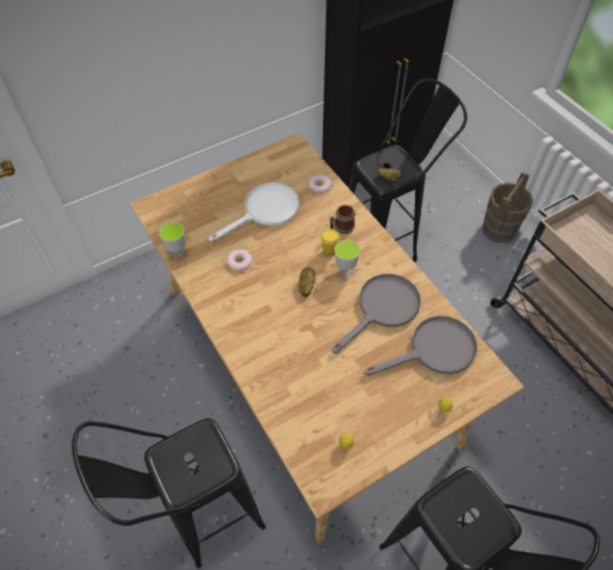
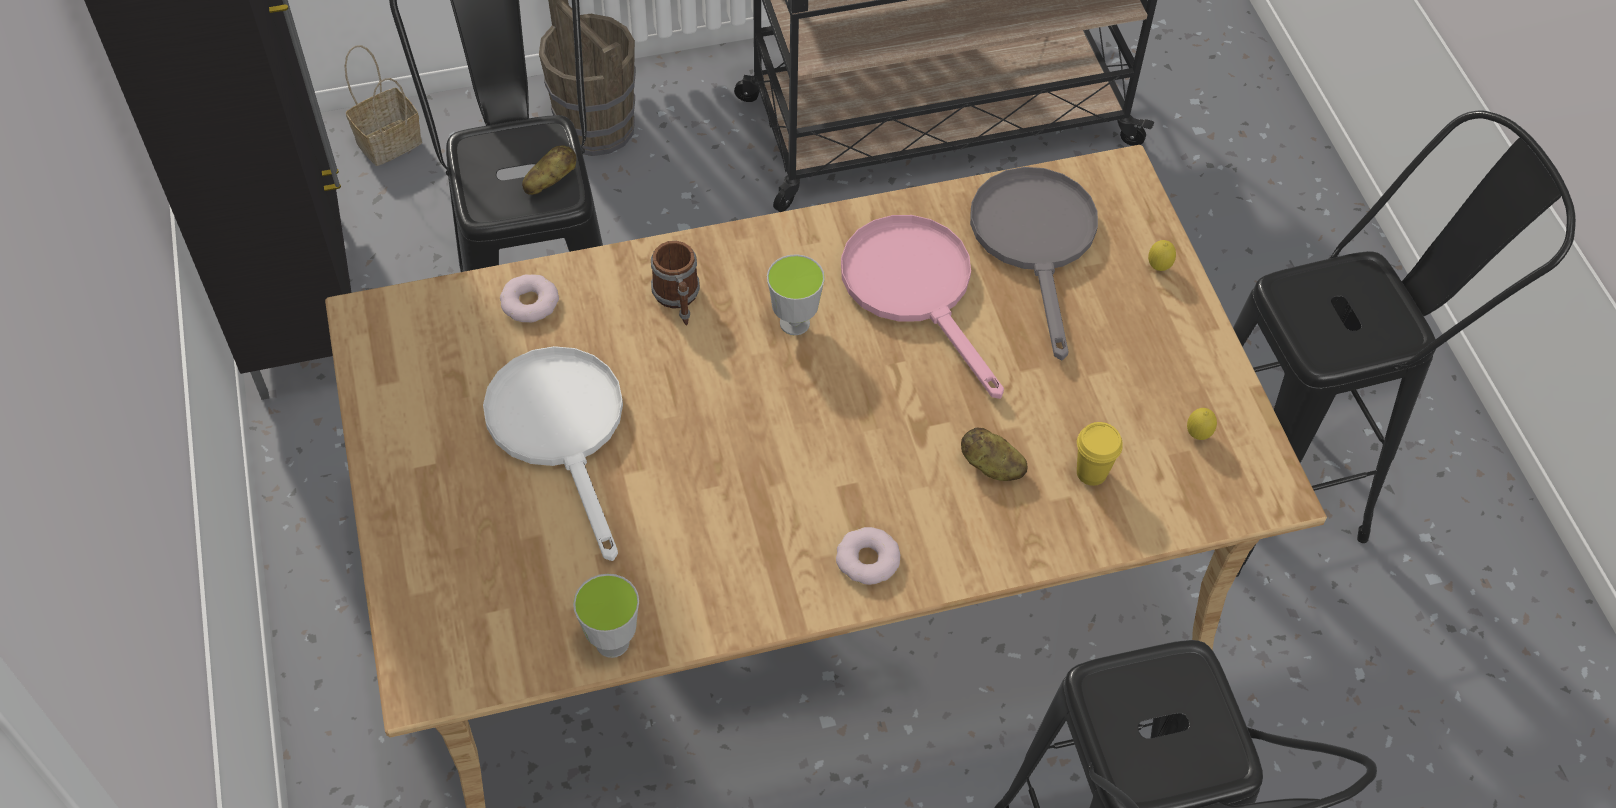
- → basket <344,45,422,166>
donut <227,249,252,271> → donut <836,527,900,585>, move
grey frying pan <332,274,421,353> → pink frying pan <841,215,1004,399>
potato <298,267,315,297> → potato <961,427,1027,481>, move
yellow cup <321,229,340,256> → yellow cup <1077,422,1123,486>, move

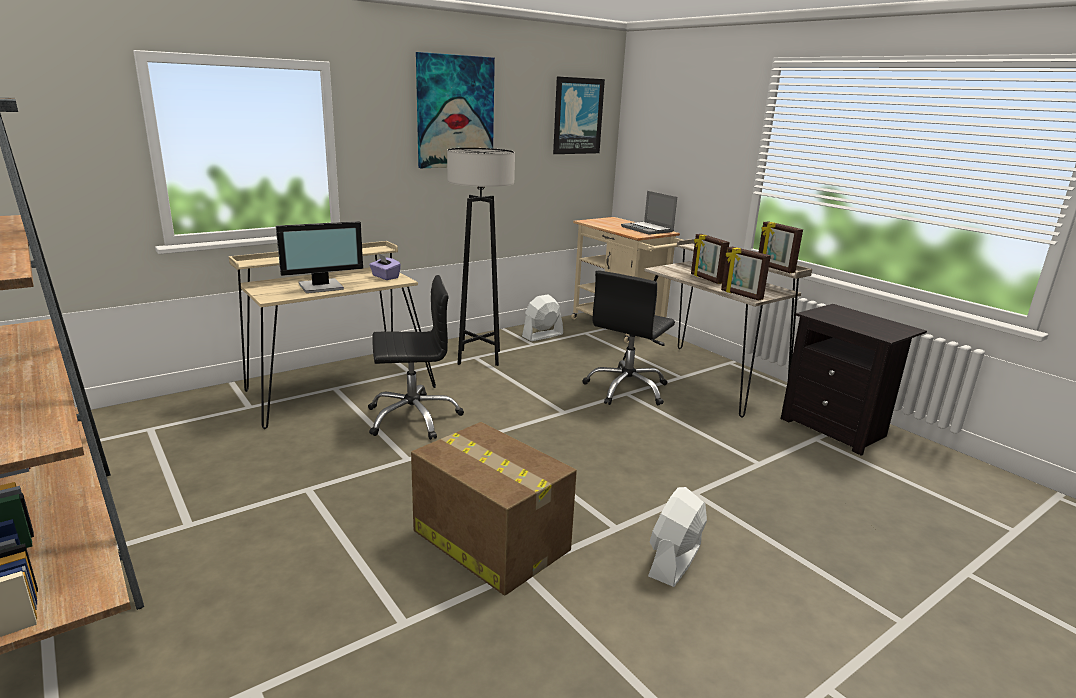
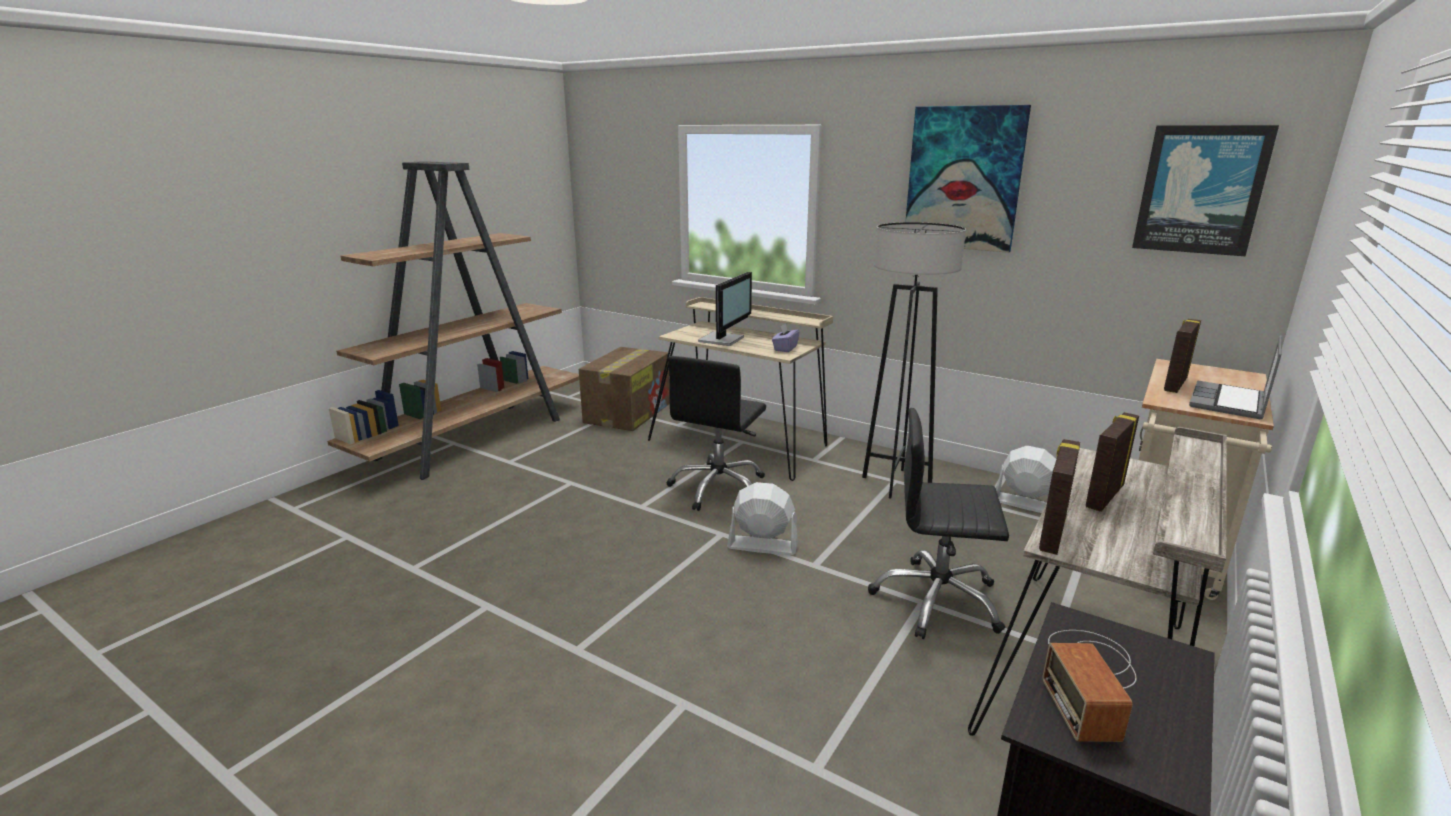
cardboard box <411,422,577,596> → cardboard box <579,347,670,431>, move
black office chair <368,275,464,440> → black office chair <667,356,766,511>, 60 degrees clockwise
monitor <276,221,363,293> → monitor <698,272,752,346>, 105 degrees counterclockwise
white fan <648,487,707,587> → white fan <727,482,798,555>, move
- → radio <1042,630,1137,742>
picture frame <759,221,803,273> → picture frame <1164,319,1201,393>, move

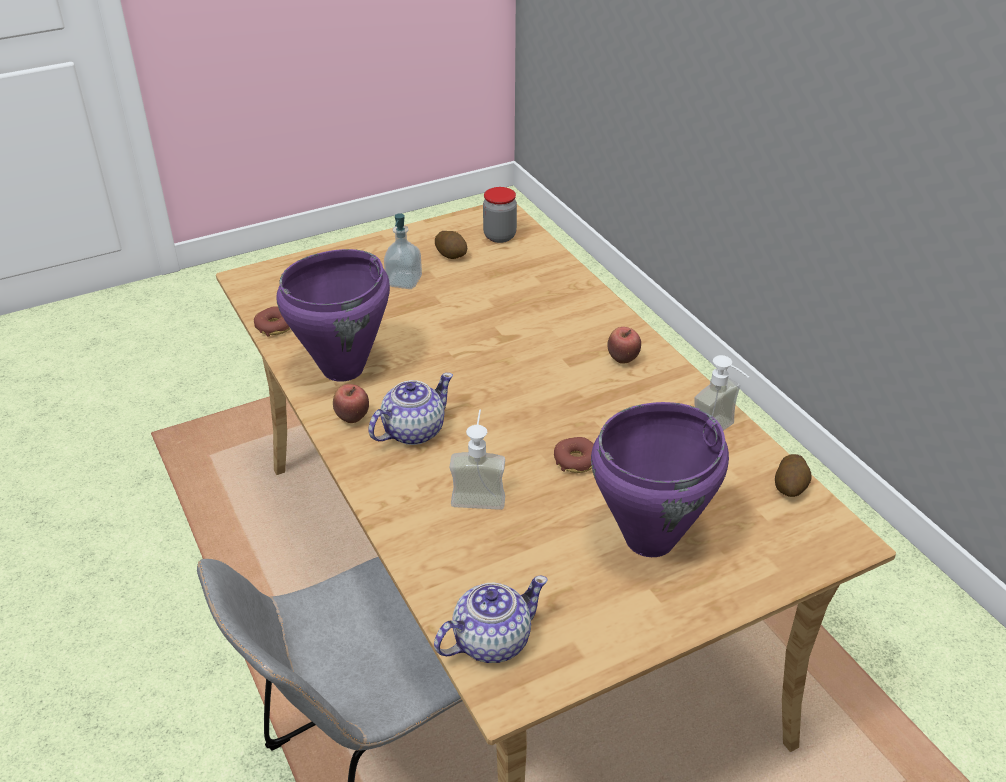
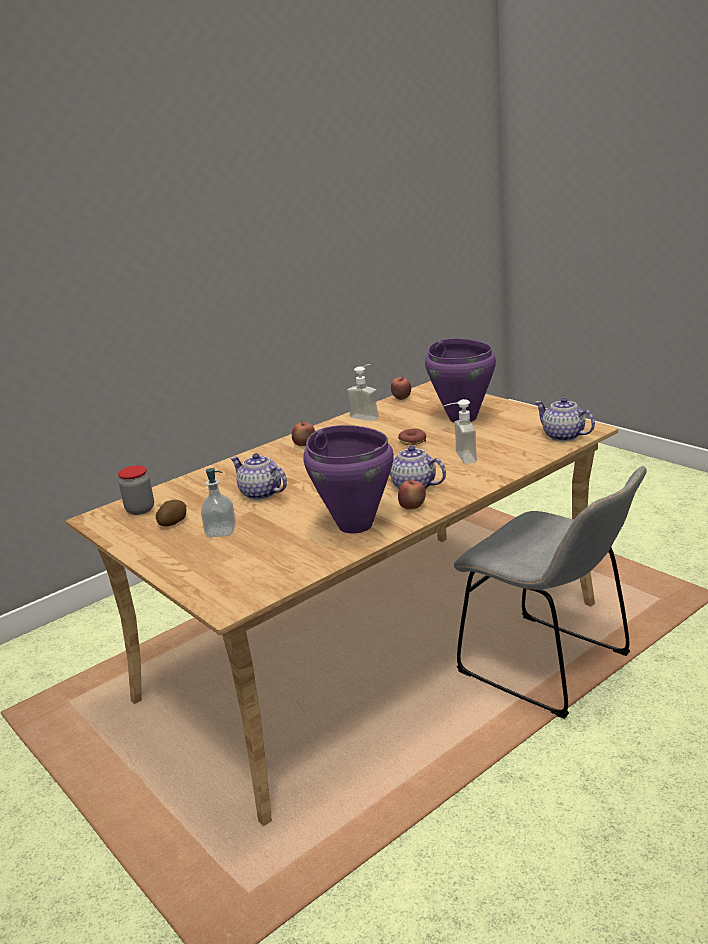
- → teapot <230,453,287,500>
potato <775,454,812,497> → apple <391,377,411,400>
donut <254,306,290,336> → -

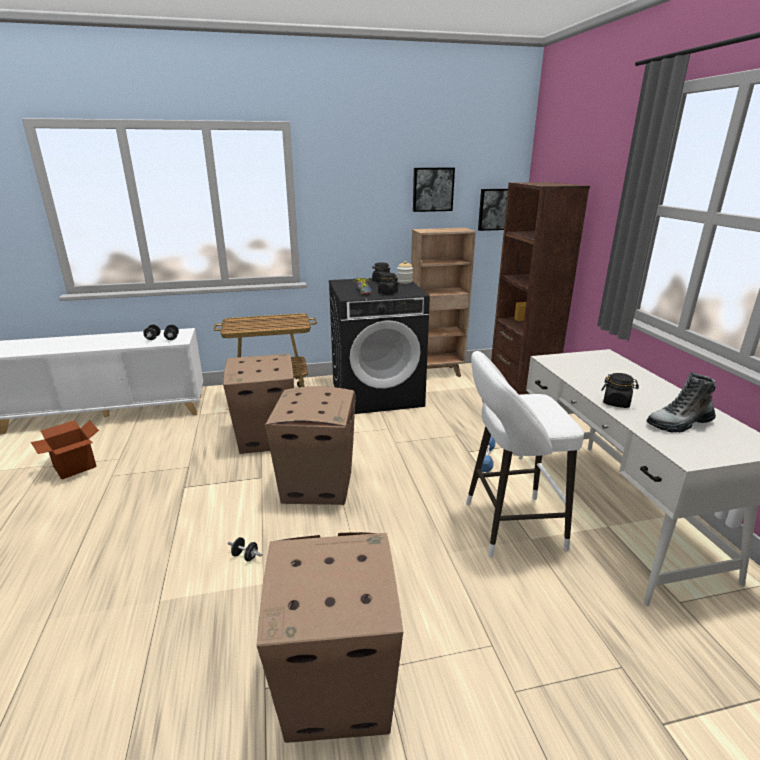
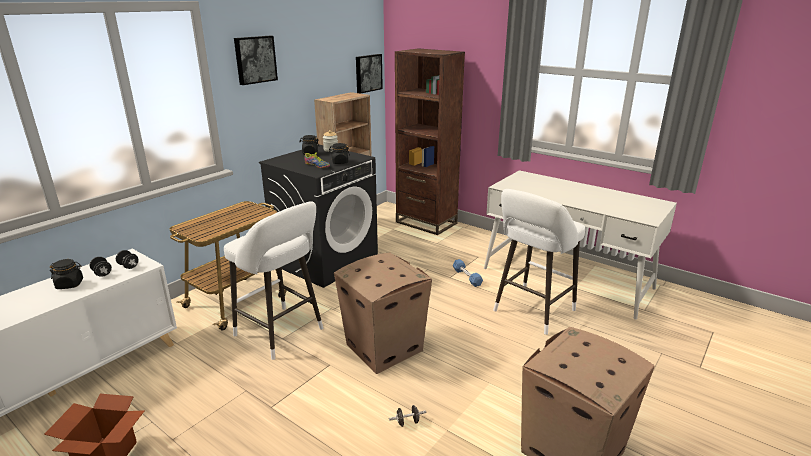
black jar <601,373,639,408> → black jar <50,259,83,289>, move
cardboard box <223,354,294,454> → white stool <224,201,323,360>
picture <413,168,455,212> → picture <234,36,278,85>, move
boot <646,372,716,432> → -

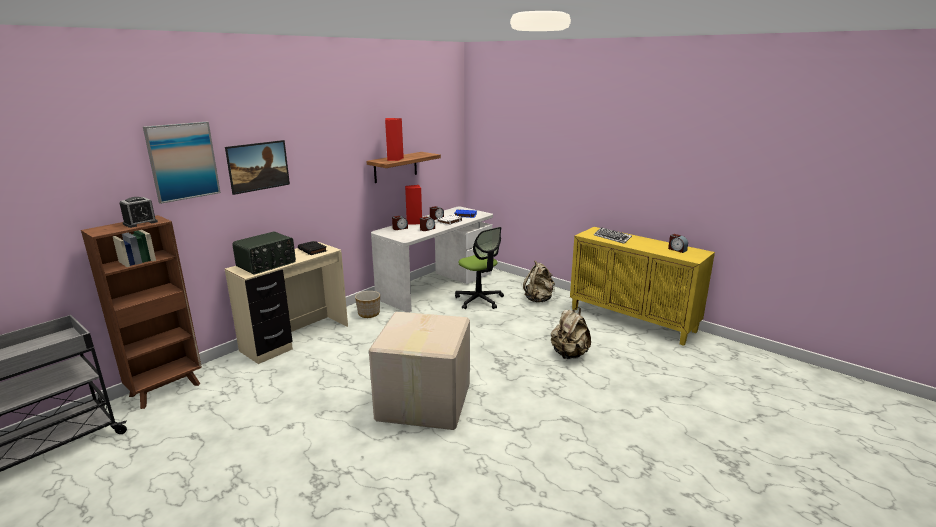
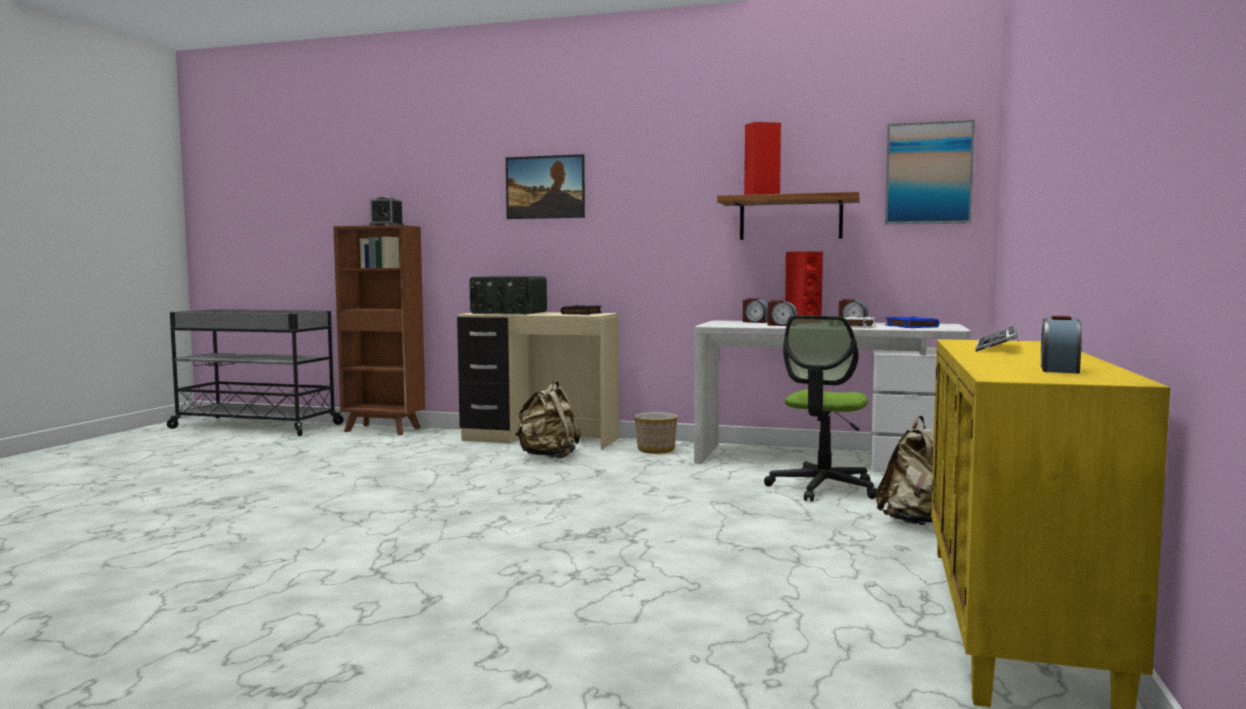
beige backpack <551,307,591,359> → beige backpack <515,380,581,459>, move
picture <143,122,221,204> → picture <885,120,975,224>, move
cardboard box <369,312,470,430> → -

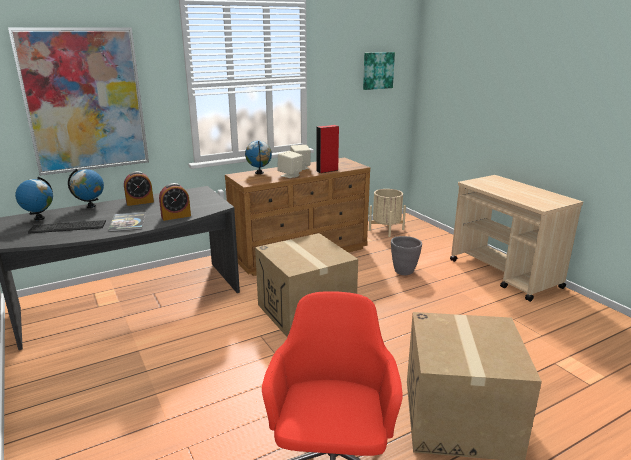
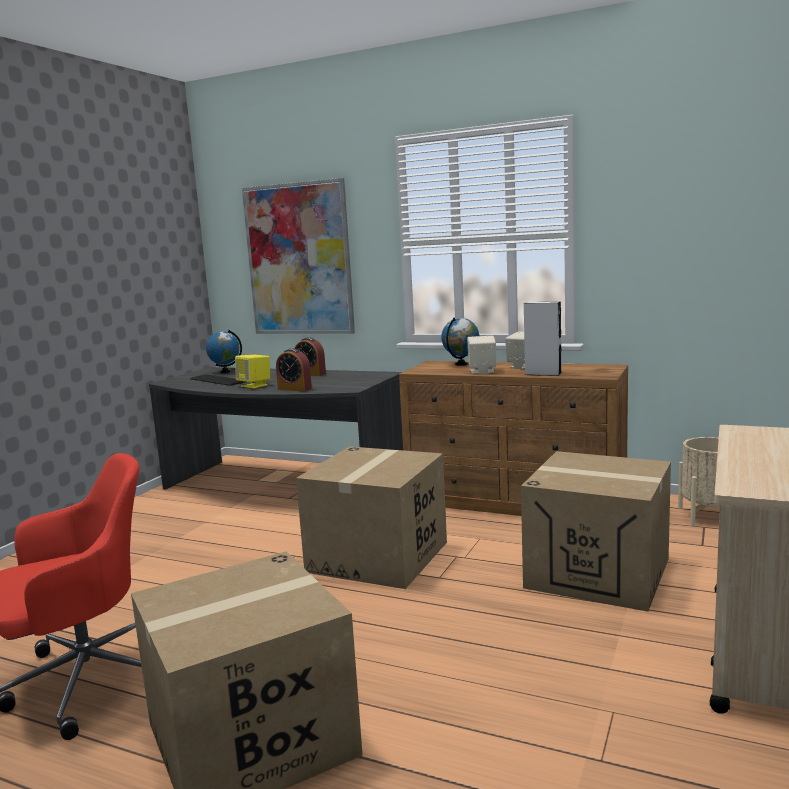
book <108,212,146,232> → yellow speaker <235,355,270,389>
grey planter <391,236,422,275> → cardboard box <521,451,671,612>
red speaker <316,125,339,173> → grey speaker <524,301,562,376>
globe <68,169,104,208> → -
picture <363,52,395,90> → -

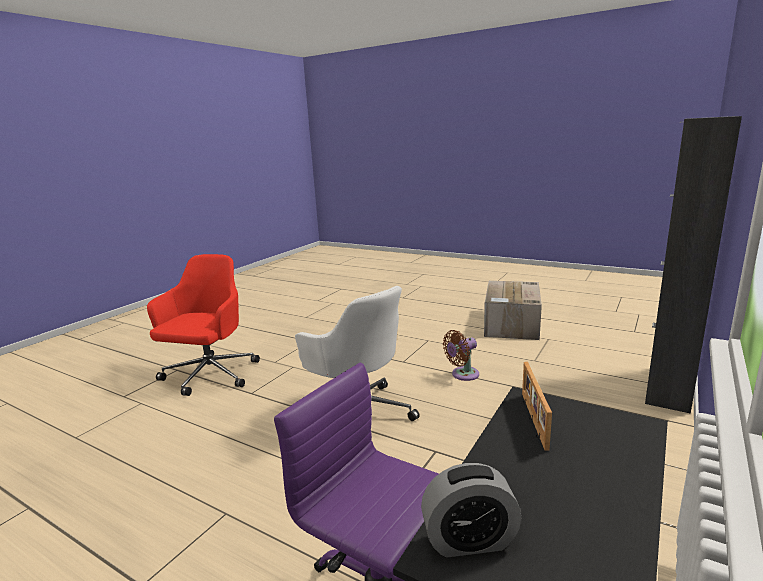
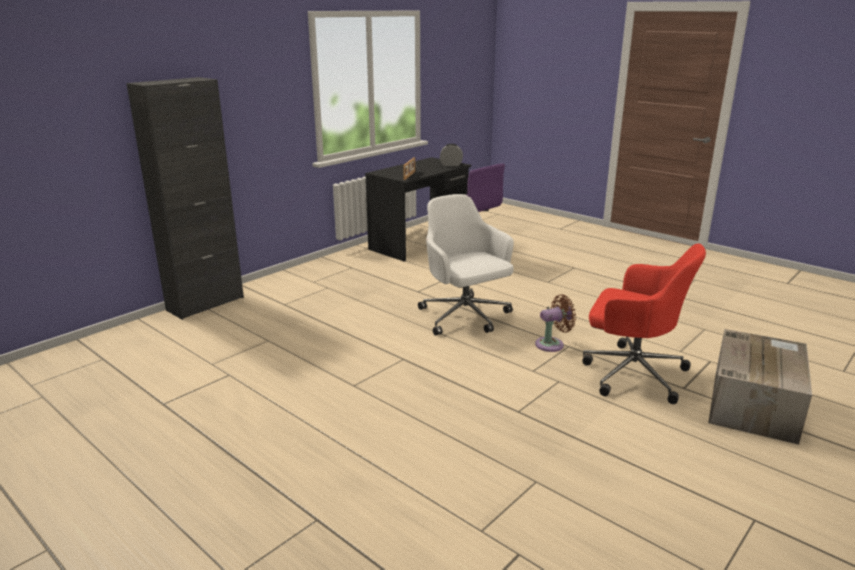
brown fan <443,330,479,381> → brown fan <535,294,576,352>, move
red office chair <147,254,260,396> → red office chair <582,244,706,404>, 90 degrees counterclockwise
cardboard box <484,281,542,340> → cardboard box <708,329,812,445>, move

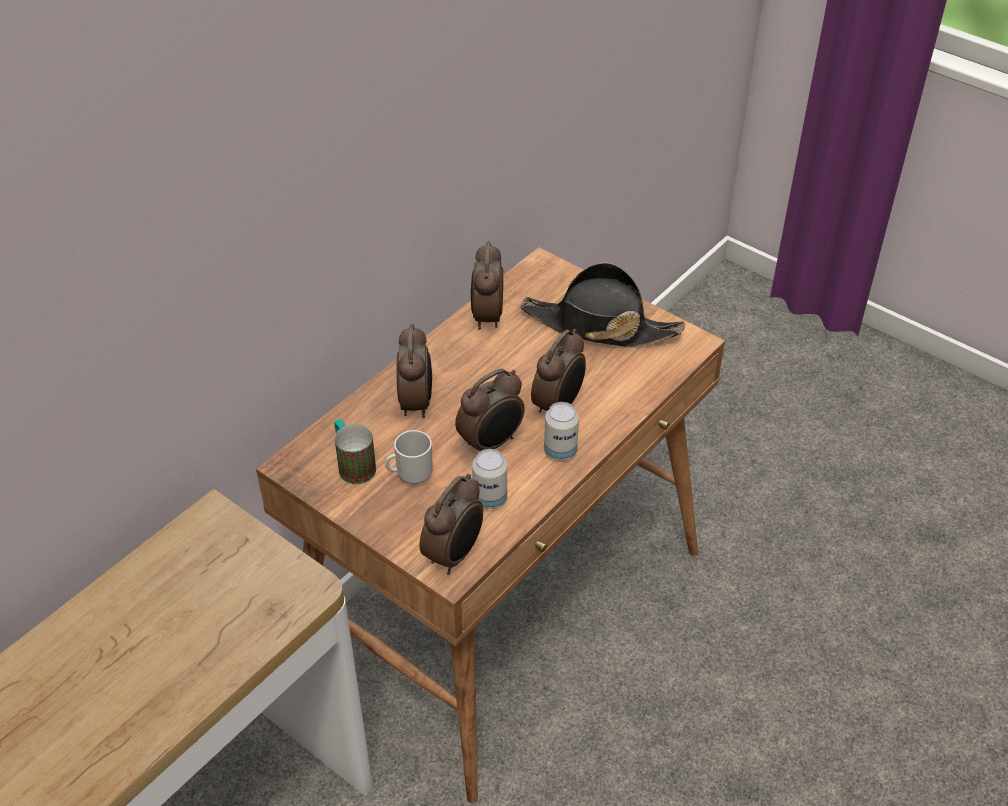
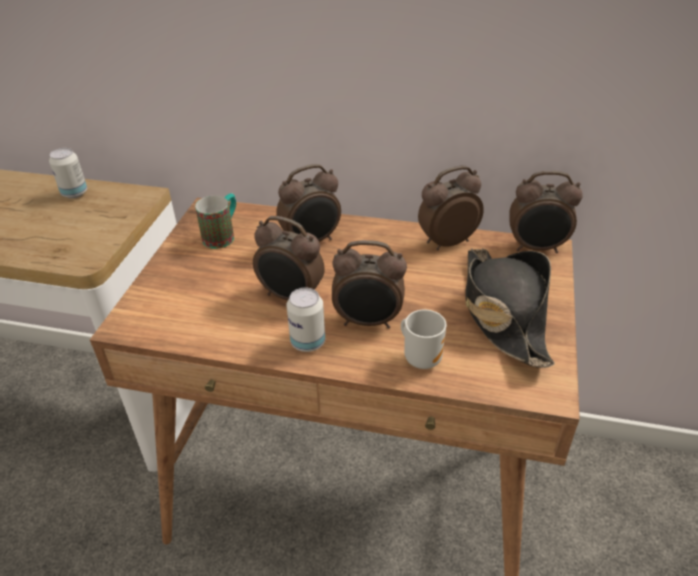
can <472,449,507,509> → can <49,148,87,198>, move
mug <385,430,433,484> → mug <401,310,446,369>, move
alarm clock <420,474,483,575> → alarm clock <509,171,583,253>, move

